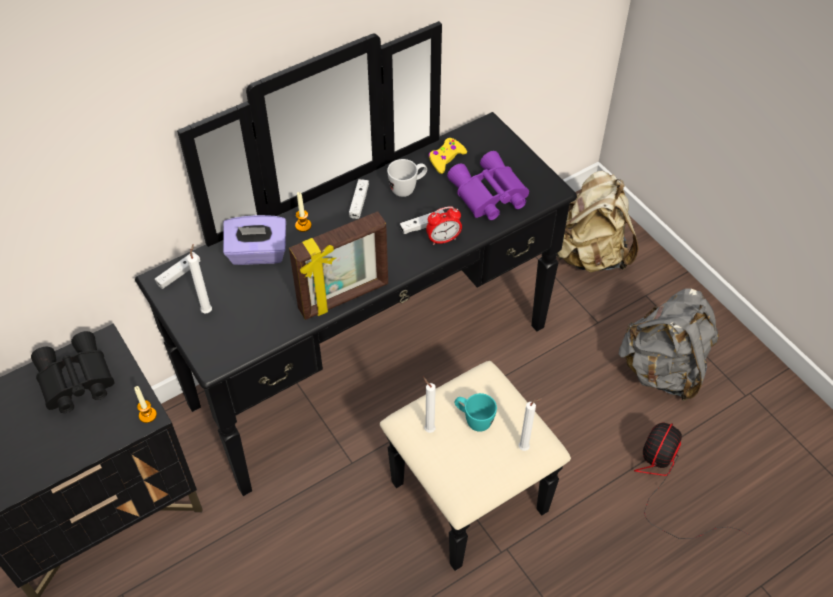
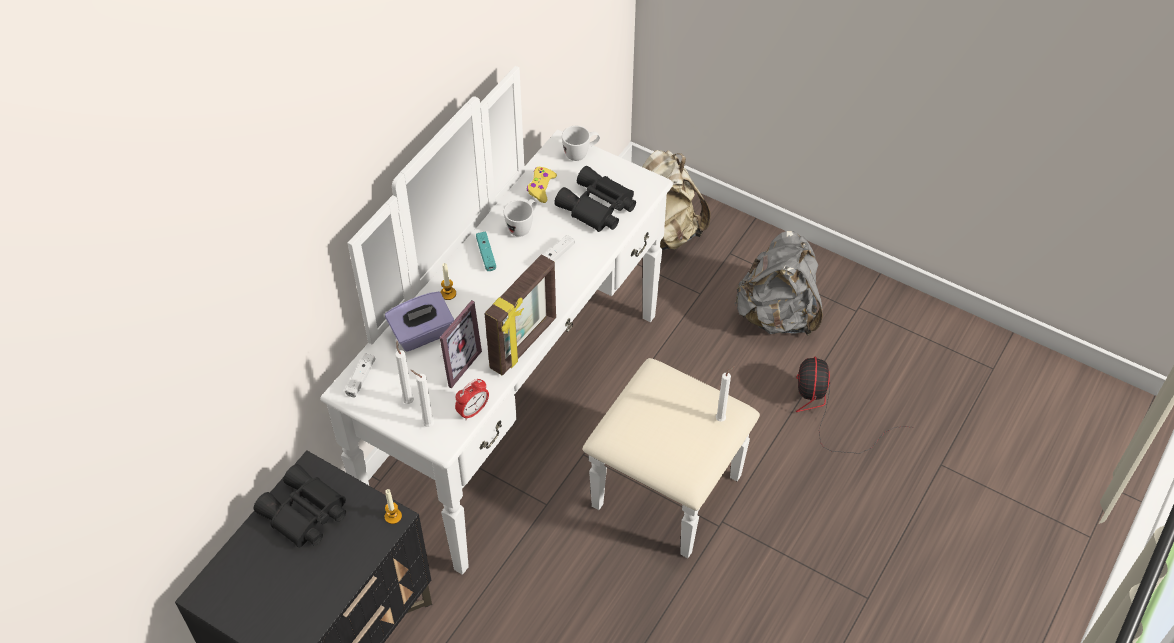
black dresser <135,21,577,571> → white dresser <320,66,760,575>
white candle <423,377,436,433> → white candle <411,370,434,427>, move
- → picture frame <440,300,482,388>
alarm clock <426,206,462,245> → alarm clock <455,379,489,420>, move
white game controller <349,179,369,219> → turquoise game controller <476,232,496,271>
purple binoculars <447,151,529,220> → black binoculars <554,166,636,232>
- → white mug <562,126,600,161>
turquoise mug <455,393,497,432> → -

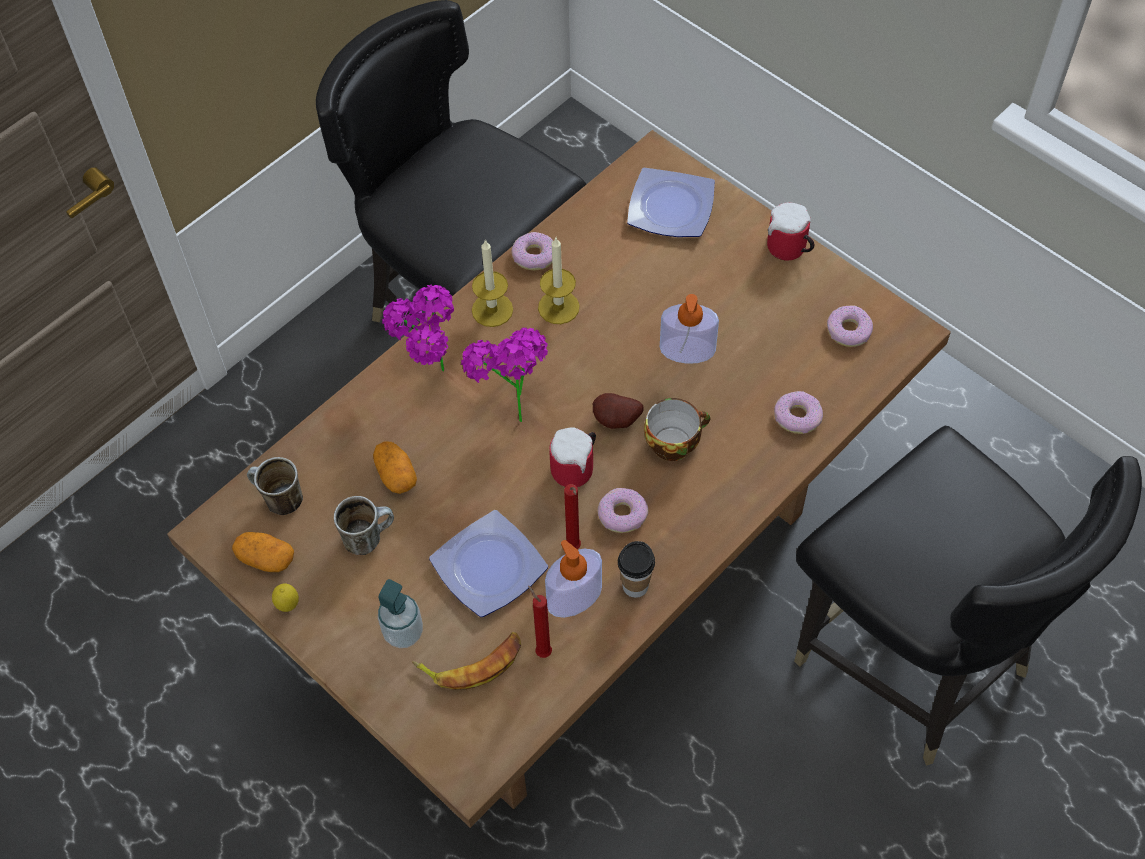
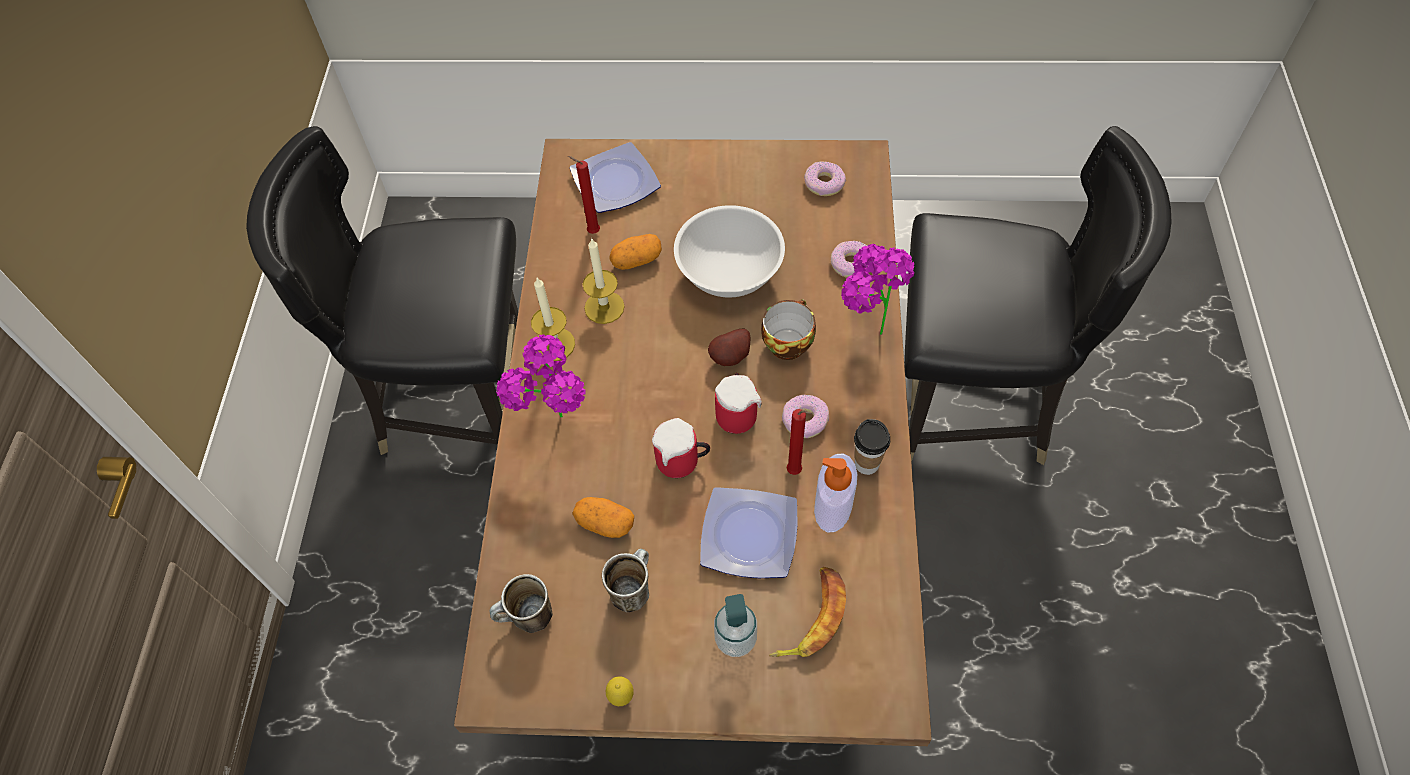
red candle <528,586,552,658> → red candle <568,156,600,234>, move
potato <232,532,294,572> → potato <609,234,662,270>, move
mug <767,202,814,260> → mug <652,418,710,478>, move
soap dispenser <660,294,719,364> → white bowl <674,205,785,298>
potted plant <461,328,548,422> → potted plant <841,244,914,335>, move
donut <512,232,553,270> → -

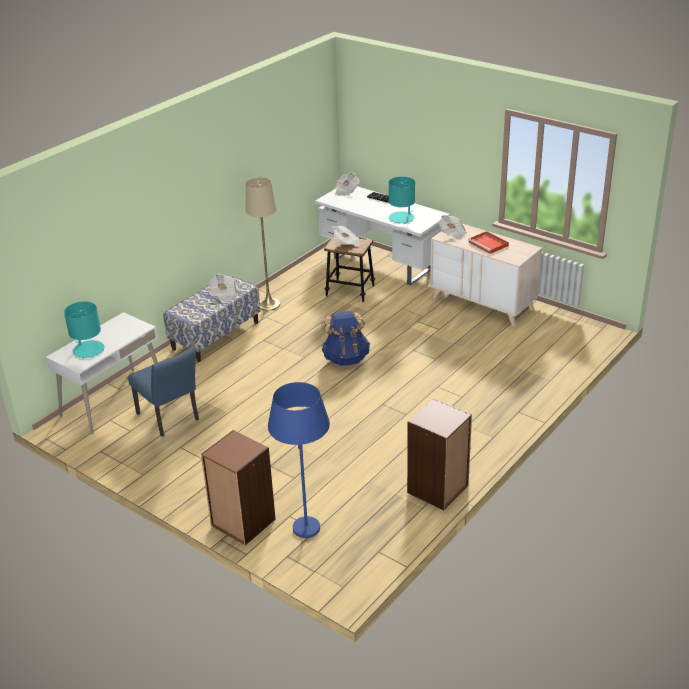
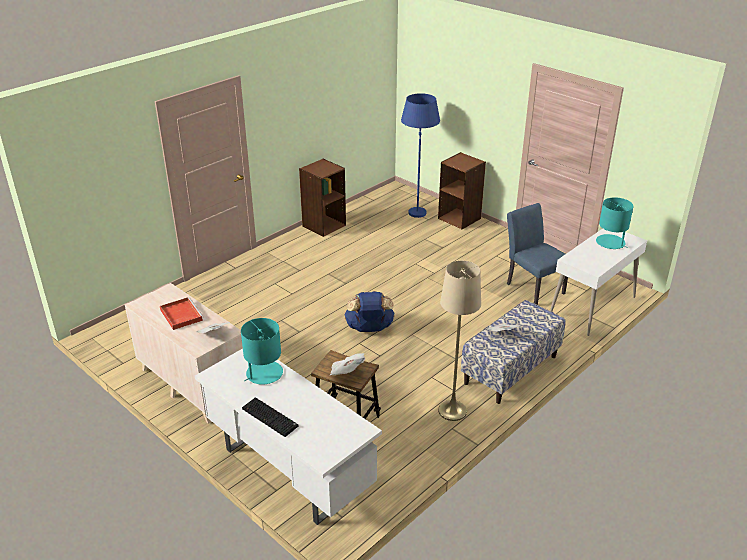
newspaper <335,173,360,196> → -

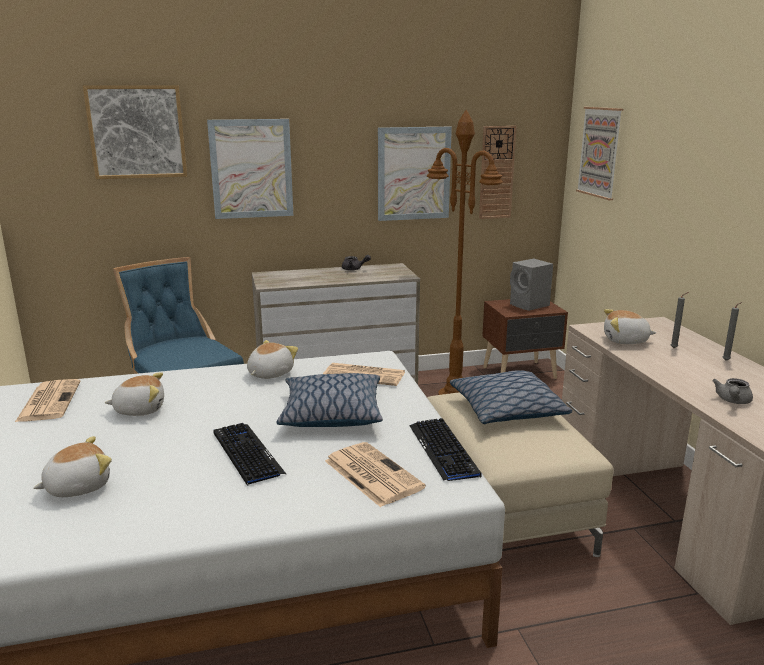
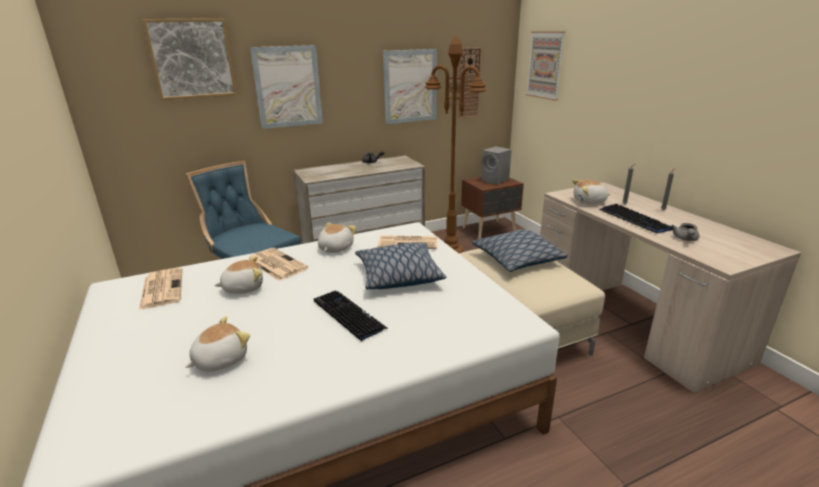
newspaper <325,442,426,507> → newspaper <248,248,308,281>, move
keyboard <410,418,482,481> → keyboard <599,204,673,234>, move

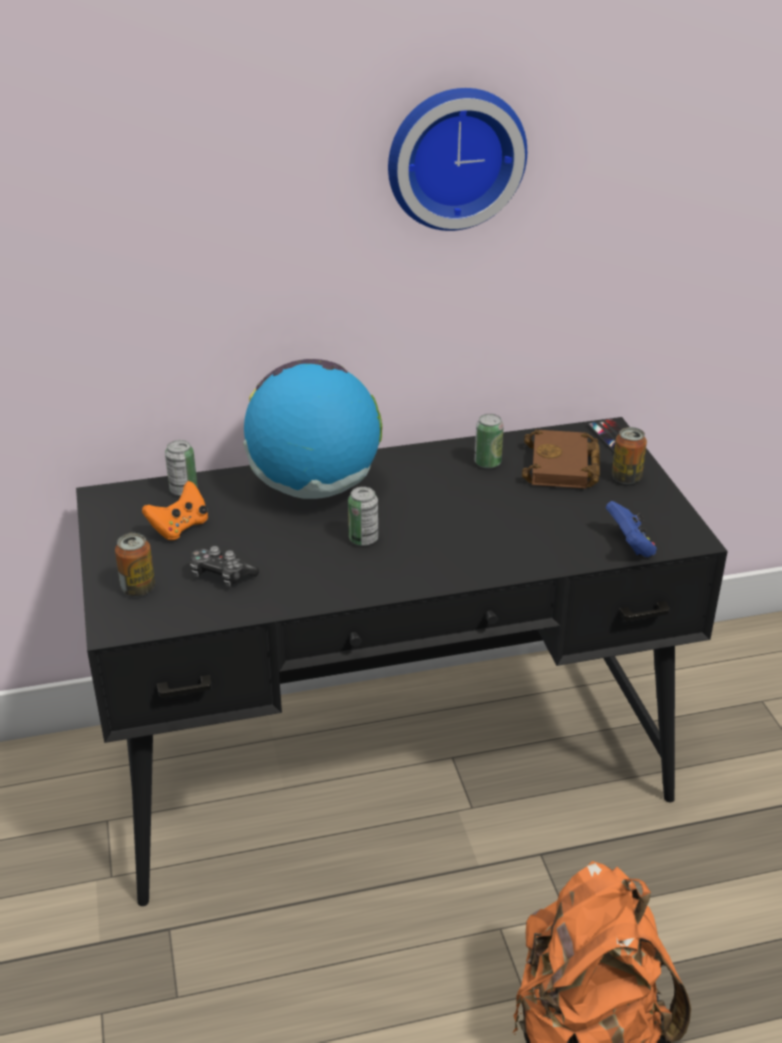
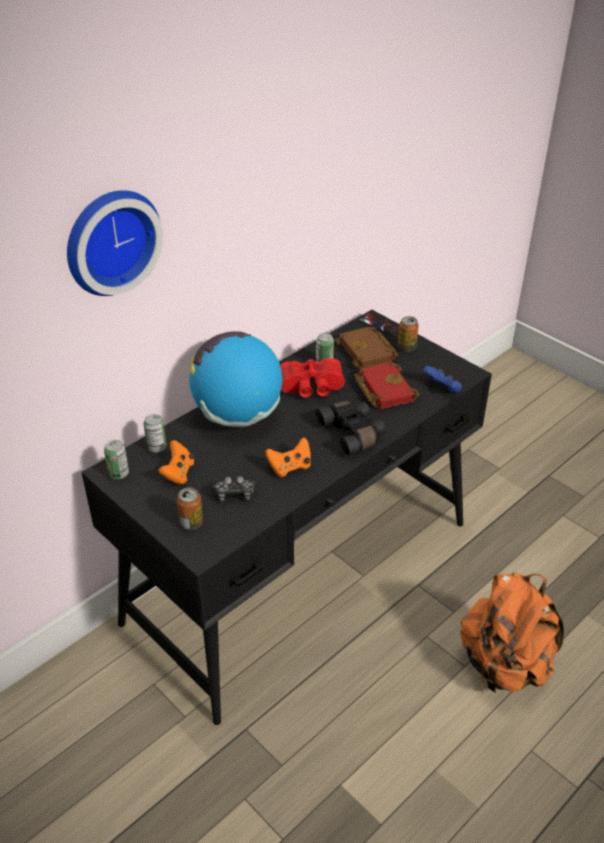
wall clock <388,88,527,231> → wall clock <67,190,163,296>, move
can <348,487,378,546> → can <104,440,129,479>, move
- → orange game controller <265,437,311,477>
- → red binoculars <280,358,345,398>
- → black binoculars <316,400,386,456>
- → red book <354,362,420,409>

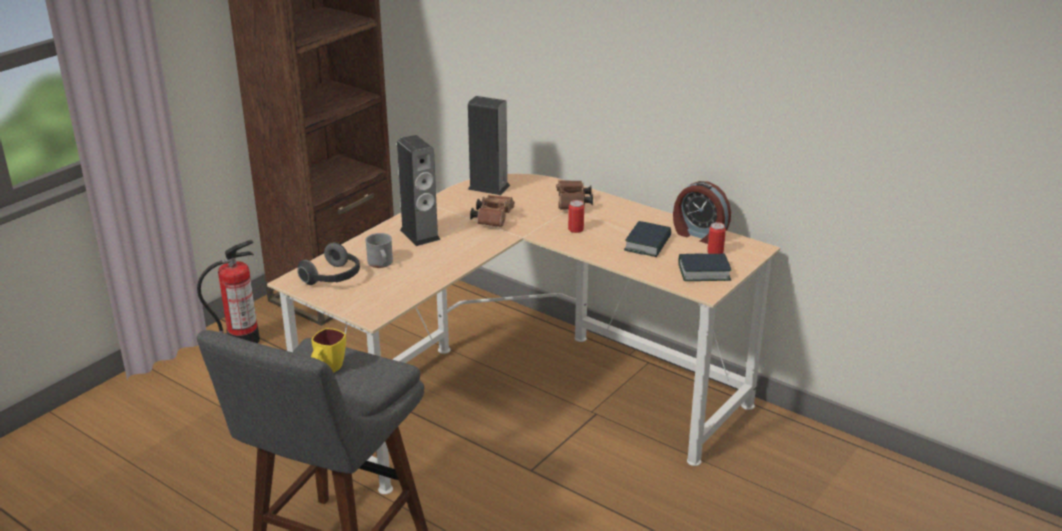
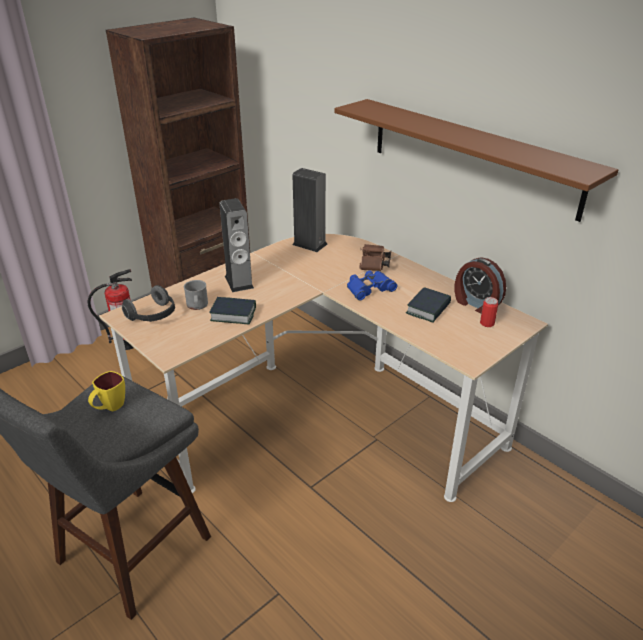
book <678,254,731,281> → book <209,297,256,325>, move
- → brown shelf <334,99,619,222>
can <568,200,584,233> → blue binoculars <347,271,398,300>
brown binoculars <470,195,515,227> → -

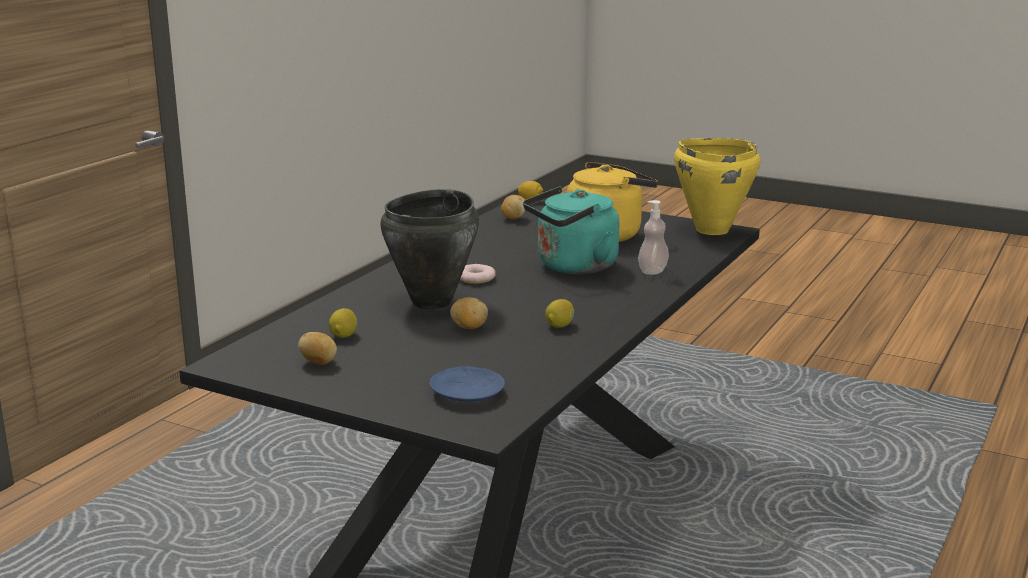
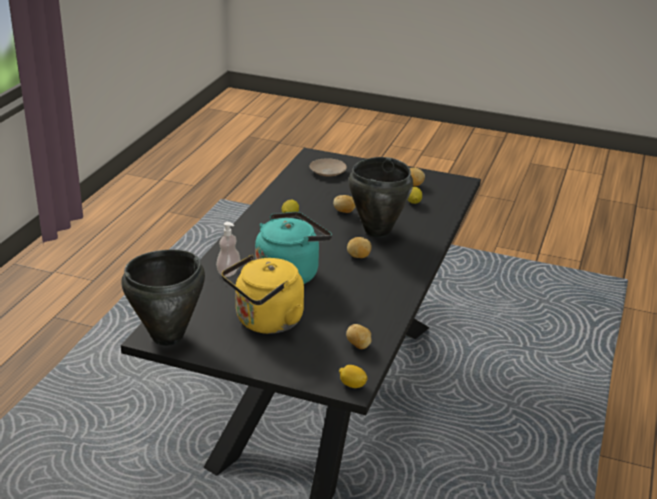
yellow cooking pot <674,138,760,235> → black cooking pot <121,250,205,346>
blue plate <430,366,505,402> → beige plate <309,158,347,176>
donut <460,264,496,284> → potato <347,237,372,258>

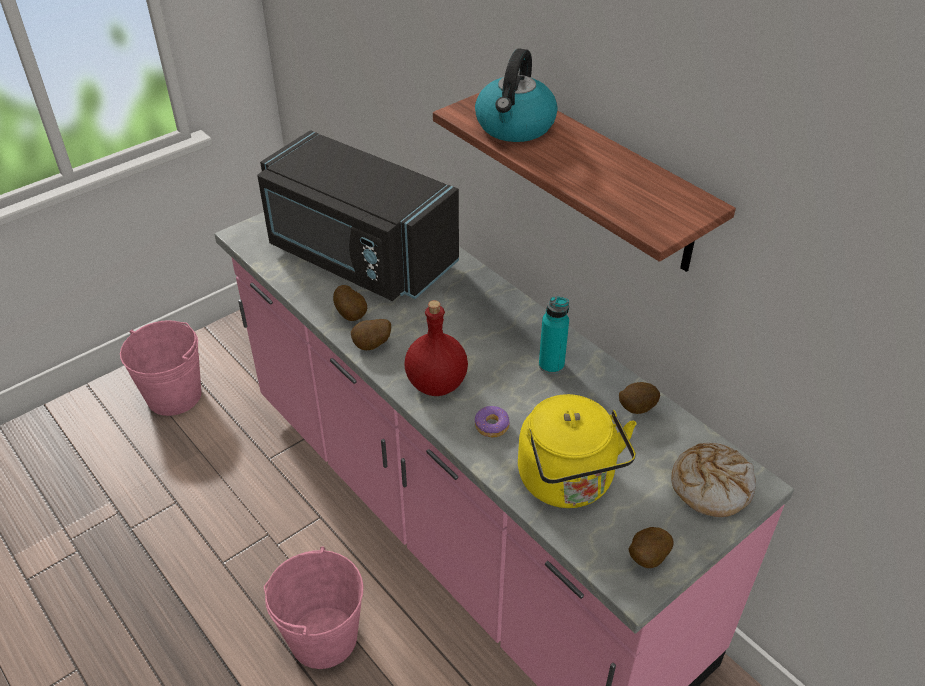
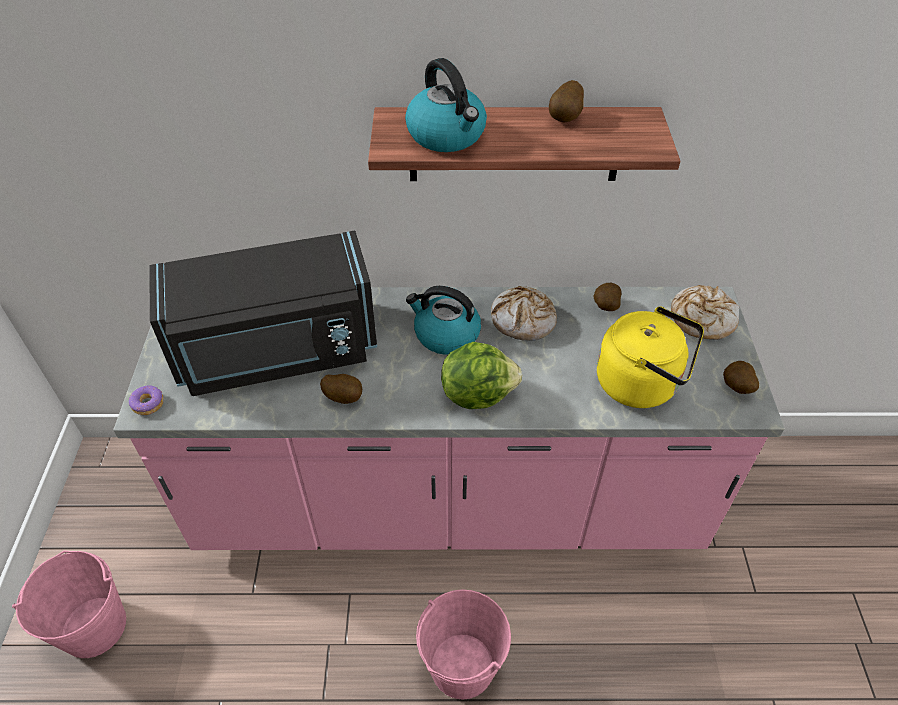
donut <475,406,510,437> → donut <129,386,164,415>, move
- → kettle <406,286,481,355>
red bottle <405,300,468,396> → lettuce <441,342,522,409>
turquoise bottle <539,297,569,374> → bread <491,286,557,341>
potato <351,319,391,350> → potato <549,80,584,123>, move

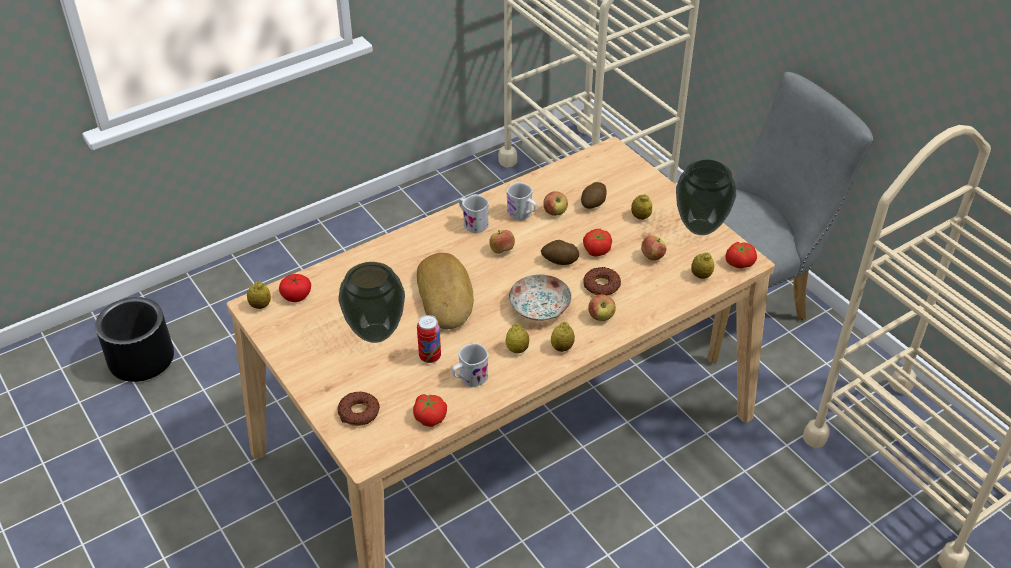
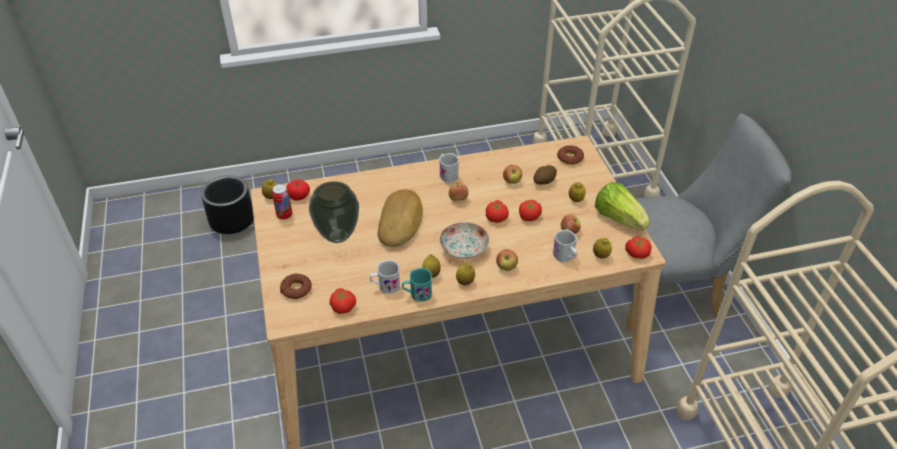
can <417,315,441,363> → can <272,184,292,220>, move
- → turquoise mug <402,268,432,302>
potato <541,240,579,265> → tomato <486,200,509,223>
white mug <506,182,537,221> → white mug <553,229,577,262>, move
donut <583,267,621,295> → donut <557,145,584,165>, move
vase <676,160,736,235> → lettuce <595,182,650,230>

